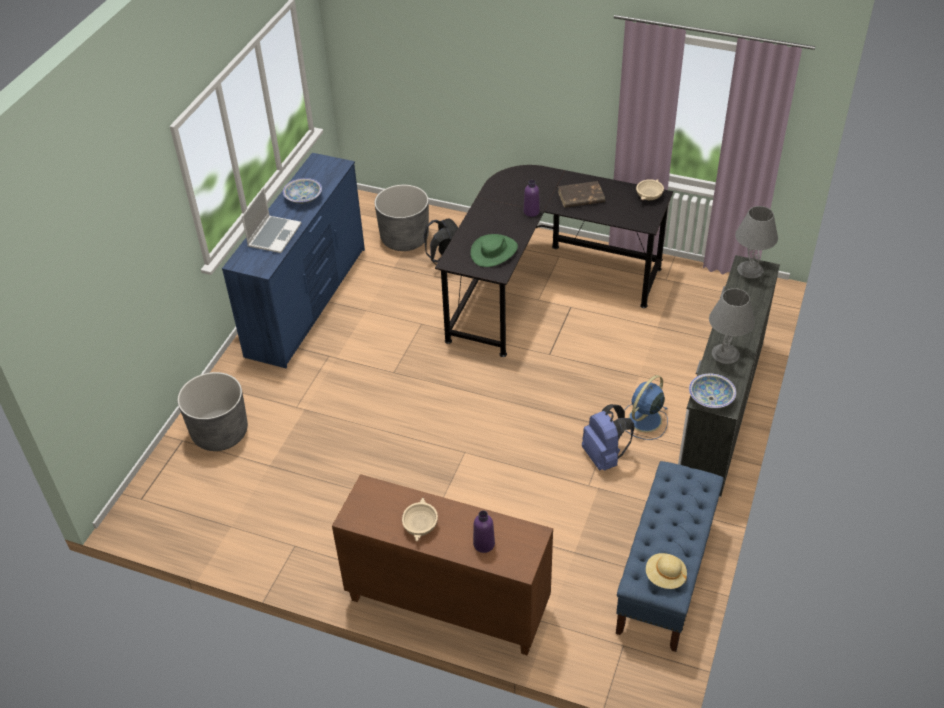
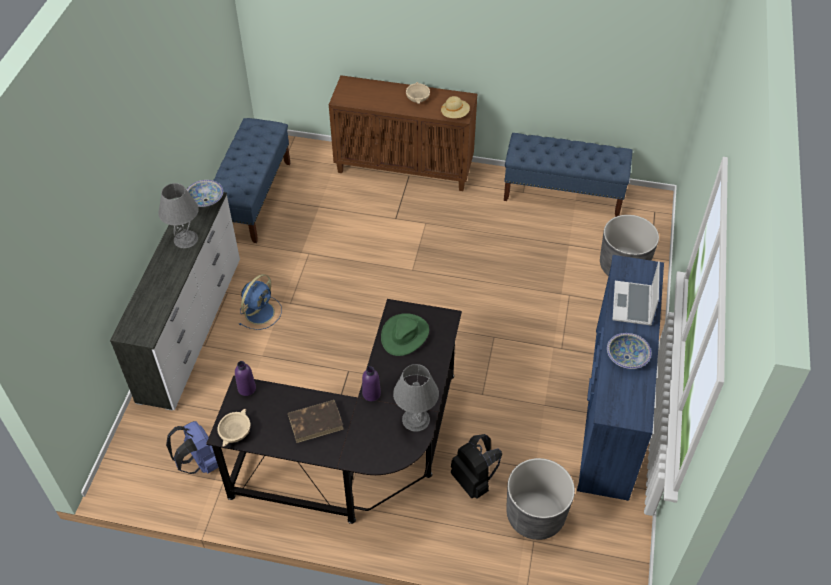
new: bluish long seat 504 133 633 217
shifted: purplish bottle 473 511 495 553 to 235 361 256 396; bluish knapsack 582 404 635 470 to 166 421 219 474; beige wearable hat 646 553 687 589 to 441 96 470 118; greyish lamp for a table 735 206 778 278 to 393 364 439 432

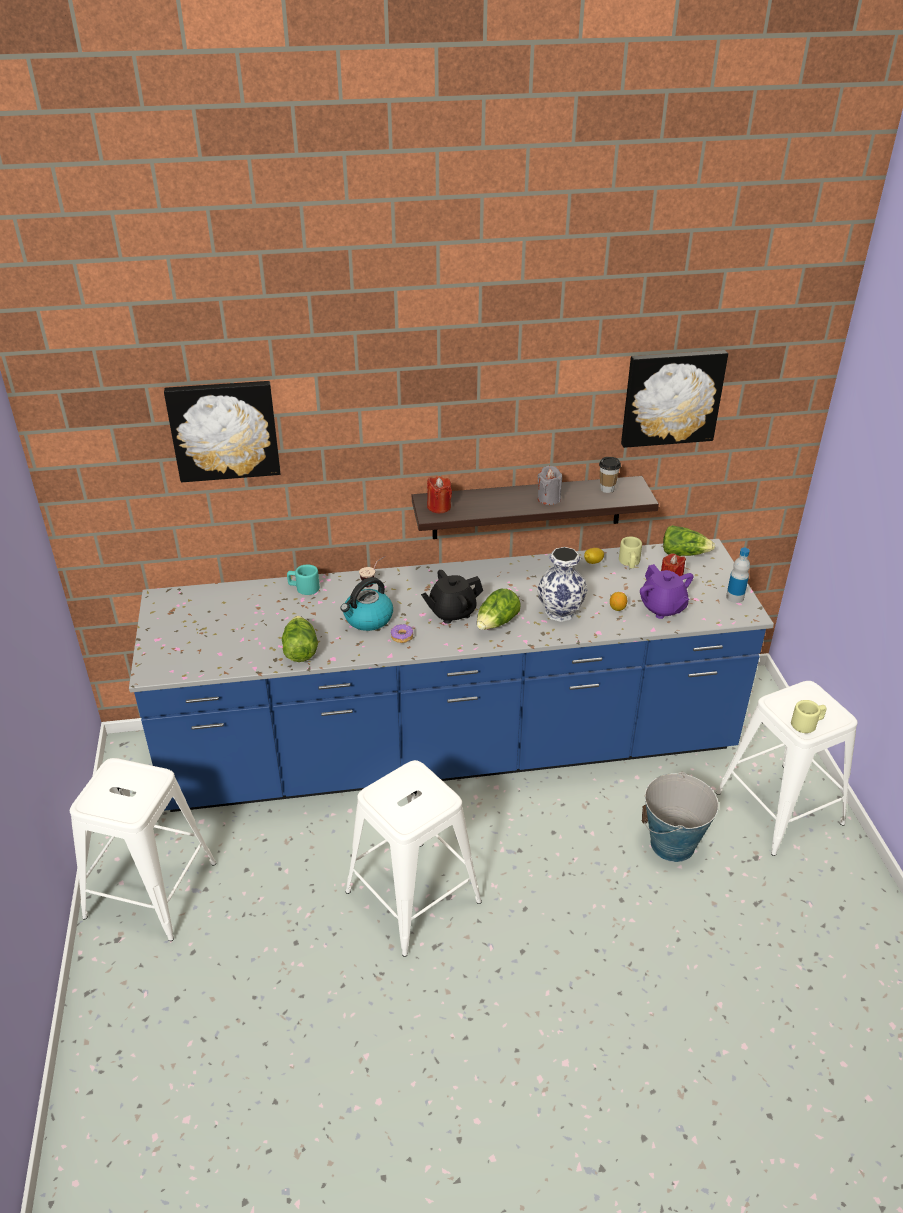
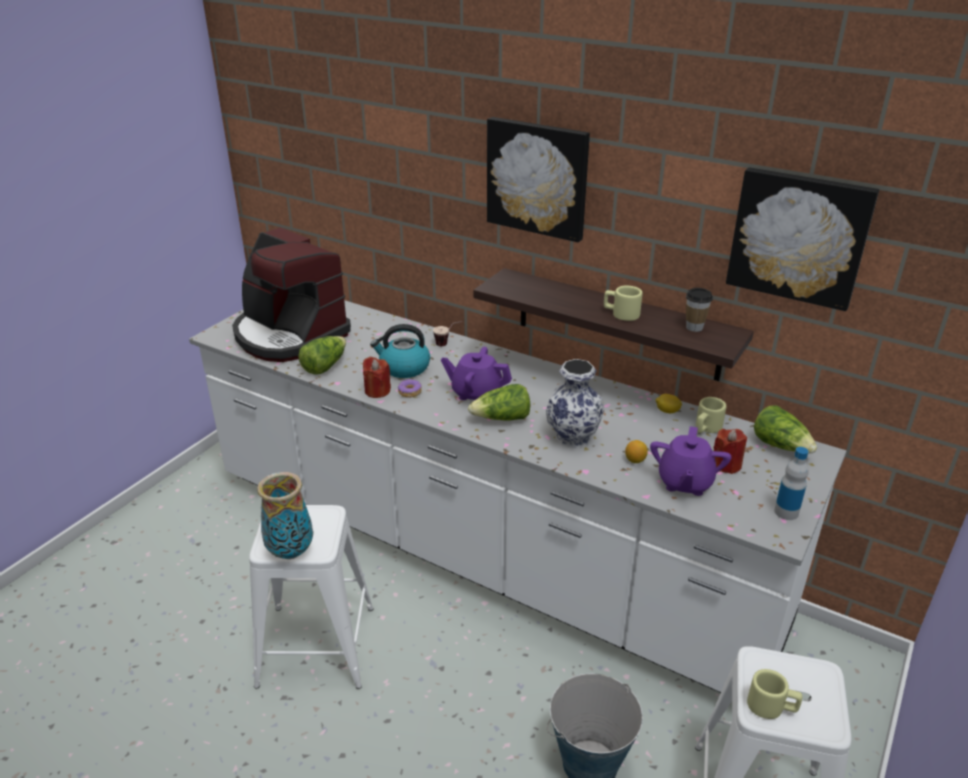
gone: white stool 70 758 216 941; turquoise-coloured mug 287 565 320 595
new: coffee brewer 232 227 351 362; decorative vase 257 472 313 559
shifted: wall art 164 381 280 482 to 487 117 590 242; red-coloured wax light 427 476 452 513 to 363 357 391 398
swapped: greyish wax light 538 466 562 505 to beige mug 604 286 643 321
repainted: bluish kitchen base unit 129 539 774 812 to white kitchen base unit 189 300 847 693; black tea pot 421 570 483 624 to purplish tea pot 441 347 512 400

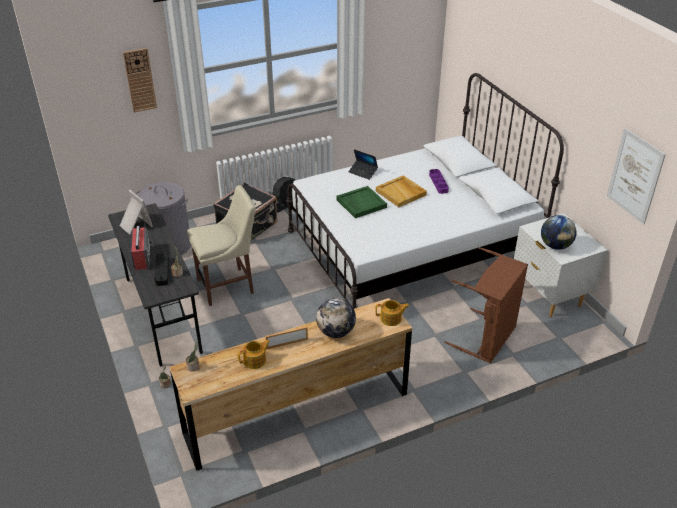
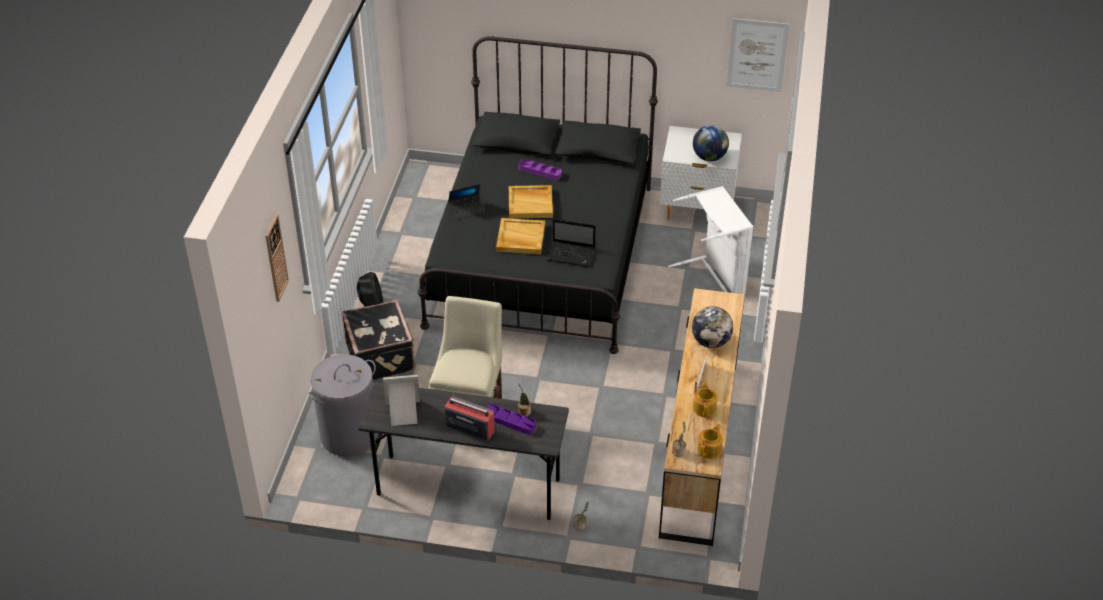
new: laptop 546 219 596 267
shifted: tea pot 375 300 409 326 to 697 424 723 459
repainted: black serving tray 155 253 169 286 to purplish serving tray 486 404 536 435; white bedroom bed 286 73 564 309 to black bedroom bed 417 36 658 354; green-coloured serving tray 337 186 387 218 to beige serving tray 496 218 545 254; brown washing basket 444 247 528 363 to white washing basket 668 186 753 294

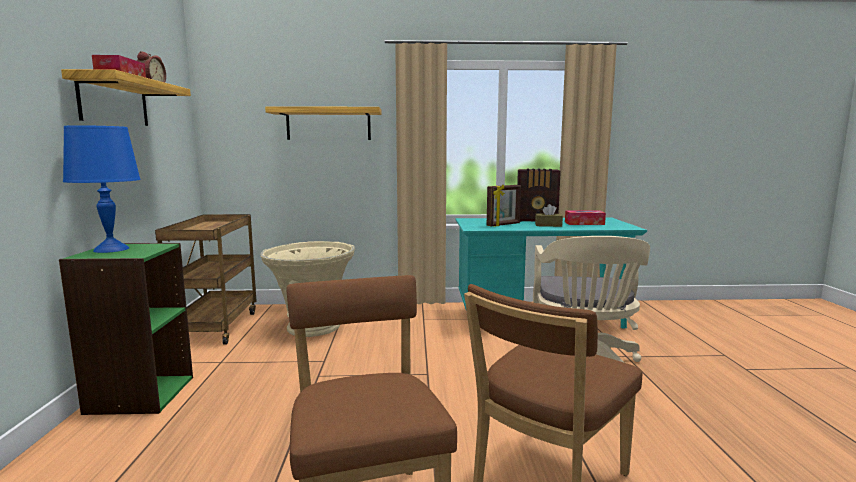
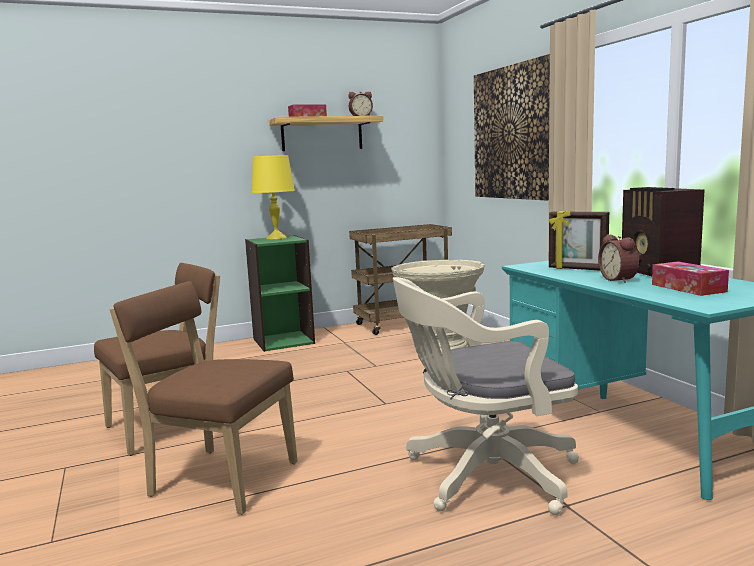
swapped: bracket shelf 265 106 381 140 to wall art 474 54 550 201; brown tissue holder 535 204 563 227 to table clock 598 234 639 283
repainted: bluish lamp for a table 63 125 141 253 to yellow lamp for a table 251 155 295 239

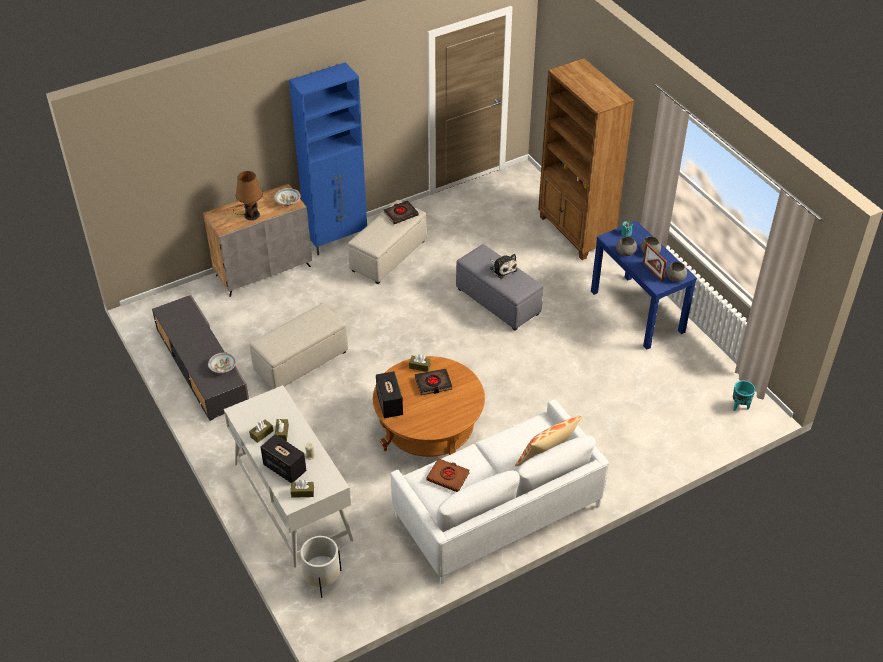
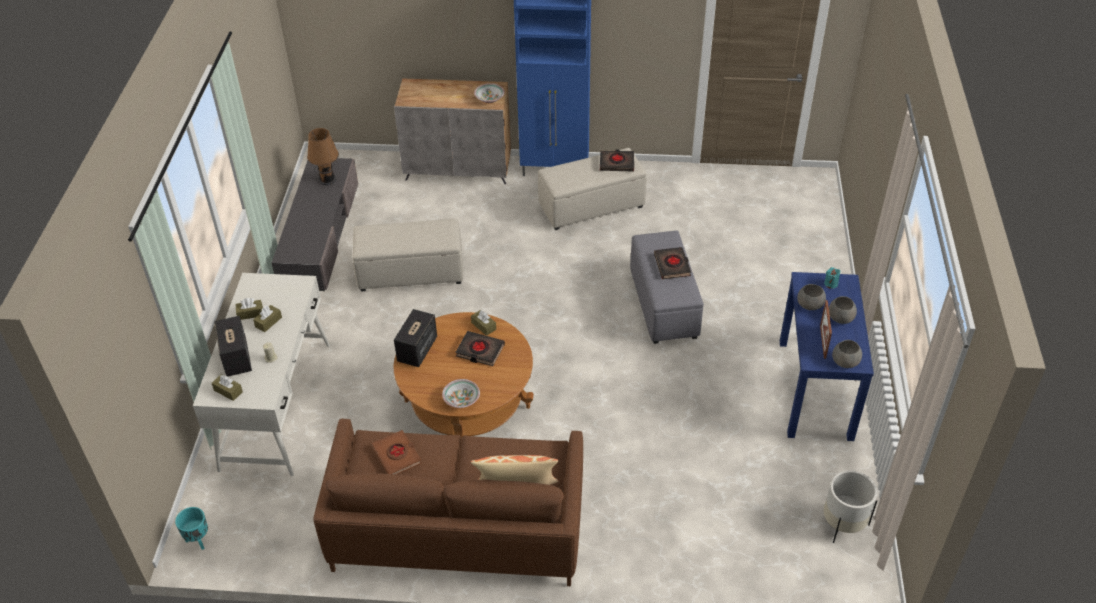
gone: brown shelving unit 538 58 634 260
shifted: serving bowl 208 353 236 373 to 442 379 480 408; brown lamp for a table 233 171 263 220 to 307 128 339 185; white planter 300 536 341 598 to 824 470 877 543; turquoise-coloured planter 733 381 755 411 to 175 507 208 550
swapped: plush toy 490 254 518 279 to black bound book 654 247 691 279
repainted: white couch 390 399 609 584 to brown couch 313 419 583 586

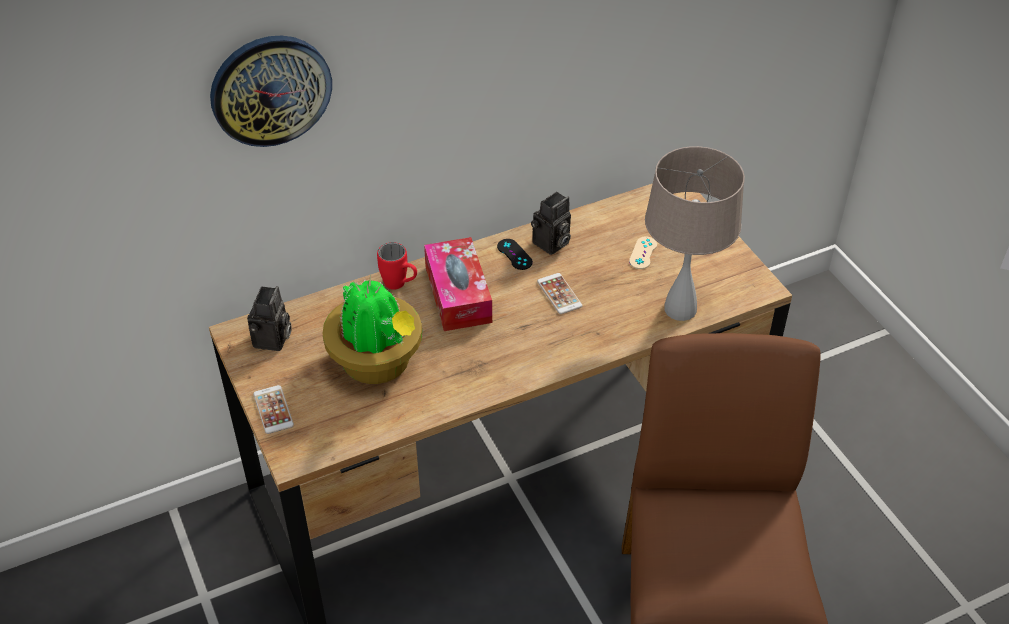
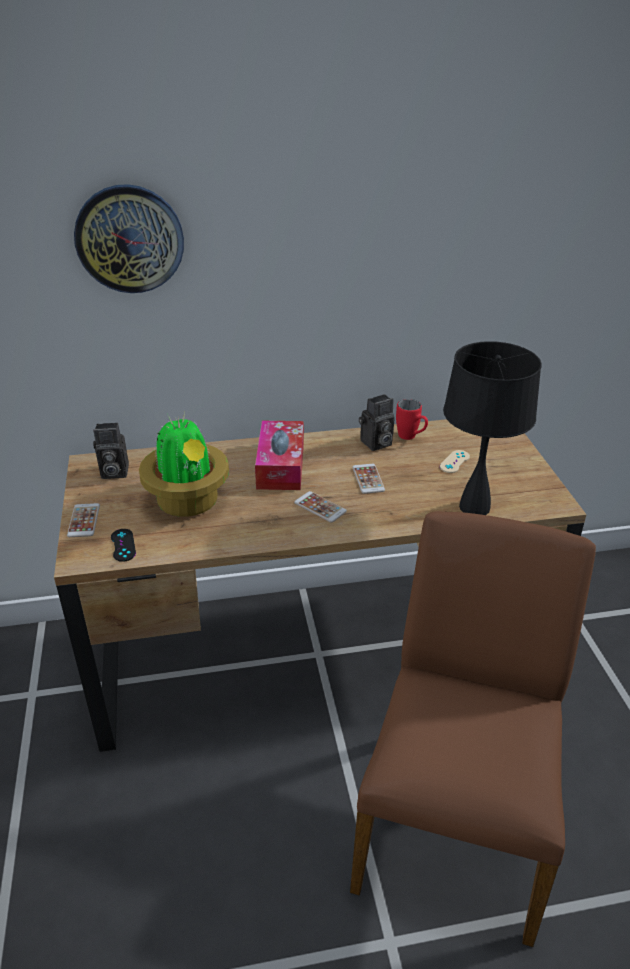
new: phone 294 491 347 523
shifted: red-coloured mug 377 242 417 290 to 396 399 428 440; black gamepad 497 239 533 270 to 111 529 136 562
repainted: beige lamp for a table 645 146 745 321 to black lamp for a table 443 341 542 515
rotated: still camera 247 286 292 351 = 93 423 129 479 60 degrees clockwise

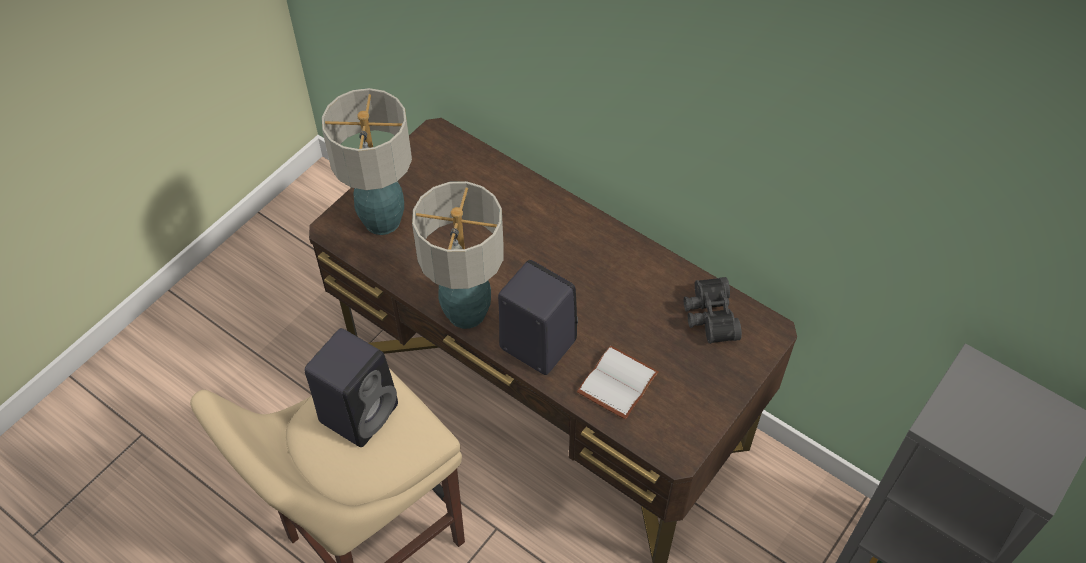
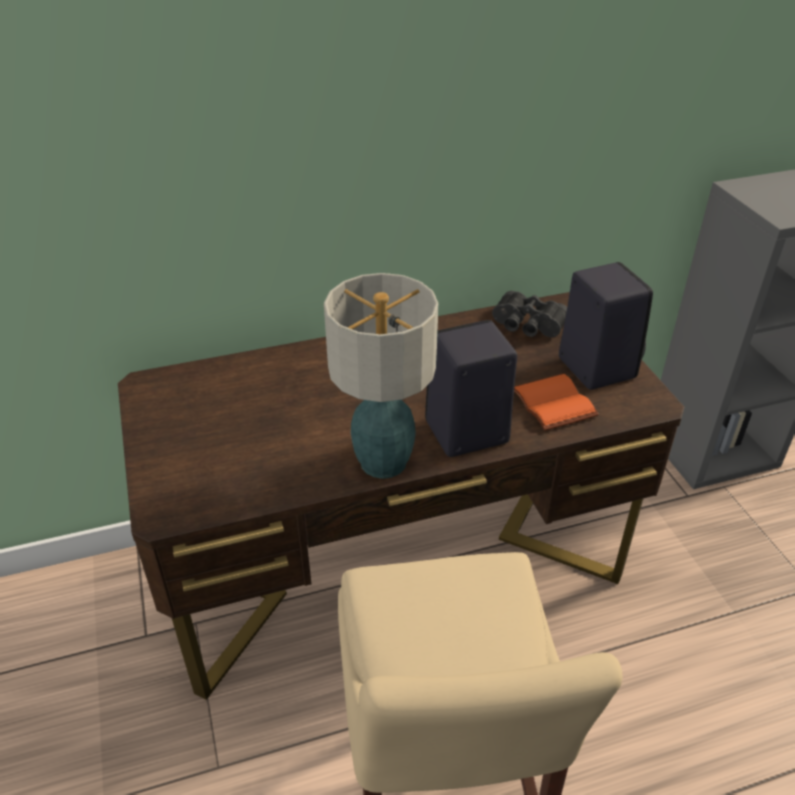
gone: lamp for a table 321 88 412 235
shifted: black loudspeaker 304 328 398 447 to 559 262 653 390
repainted: white bound book 577 346 659 420 to orange-coloured bound book 514 374 599 431

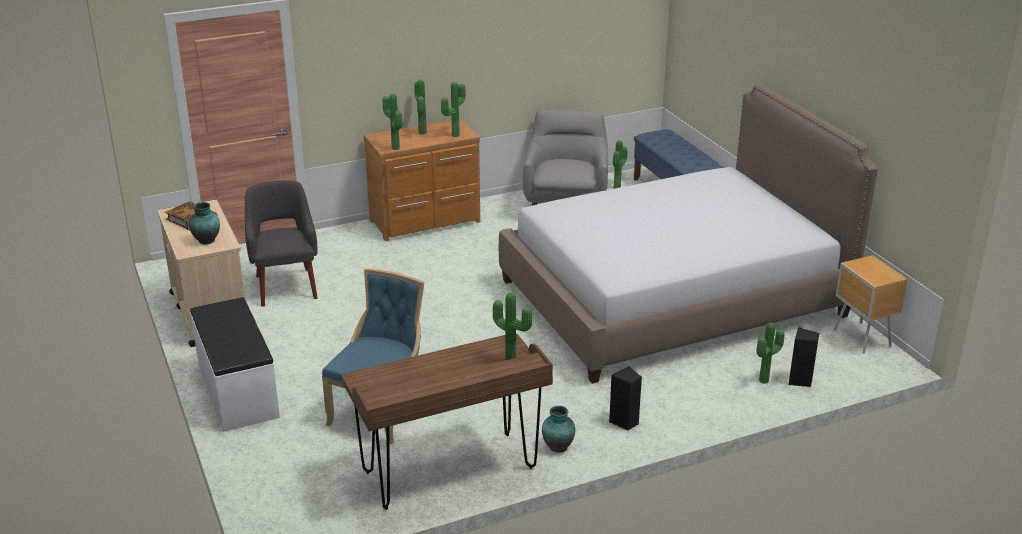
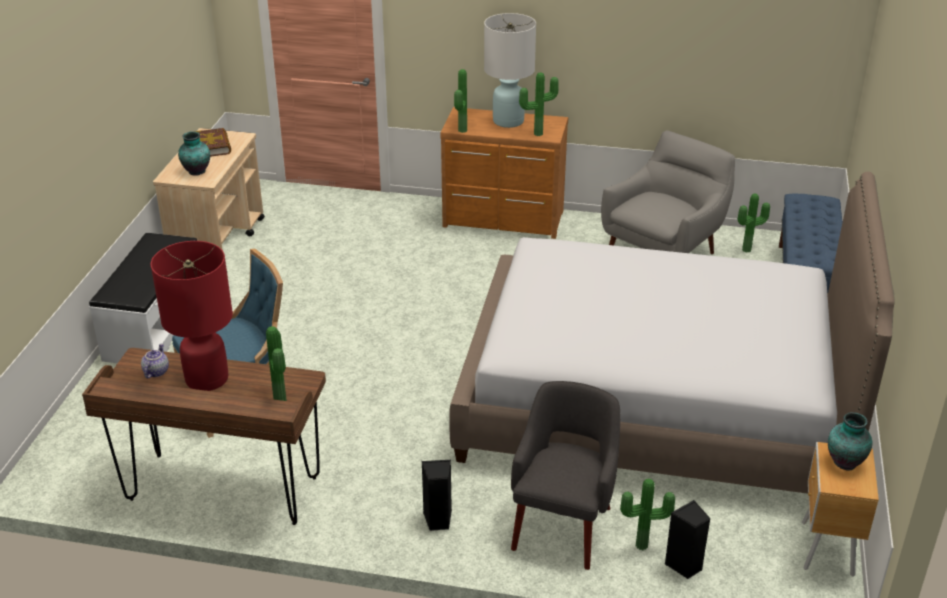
new: tea pot 141 343 169 378; red-coloured lamp for a table 151 241 233 391
shifted: greyish armchair 245 181 318 307 to 511 381 620 570; decorative vase 542 406 575 452 to 828 412 872 471
swapped: potted plant 415 79 427 135 to white lamp for a table 484 13 536 128

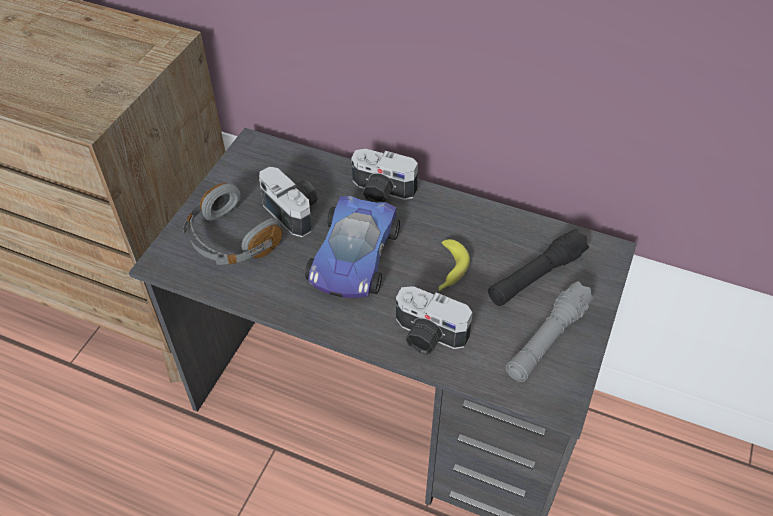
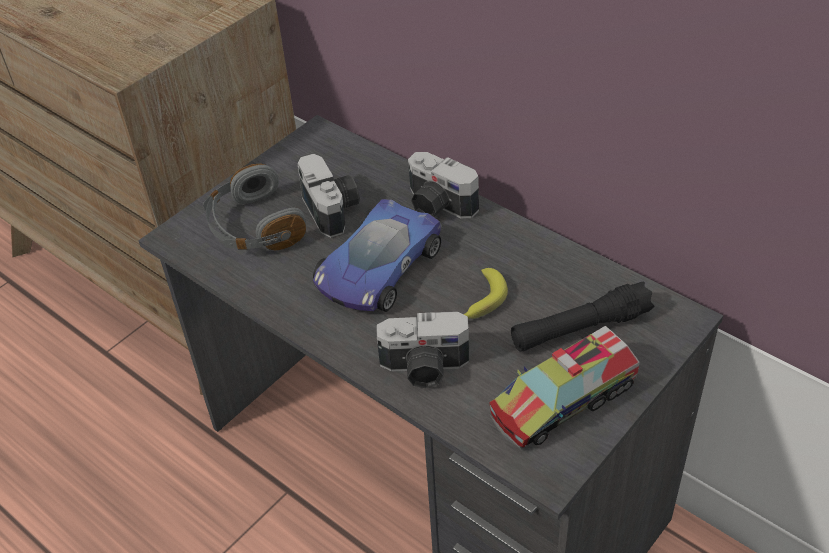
swapped: greyish flashlight 506 281 594 382 to toy lorry 489 326 640 449
rotated: still camera 396 286 473 355 = 377 311 469 388 45 degrees counterclockwise

